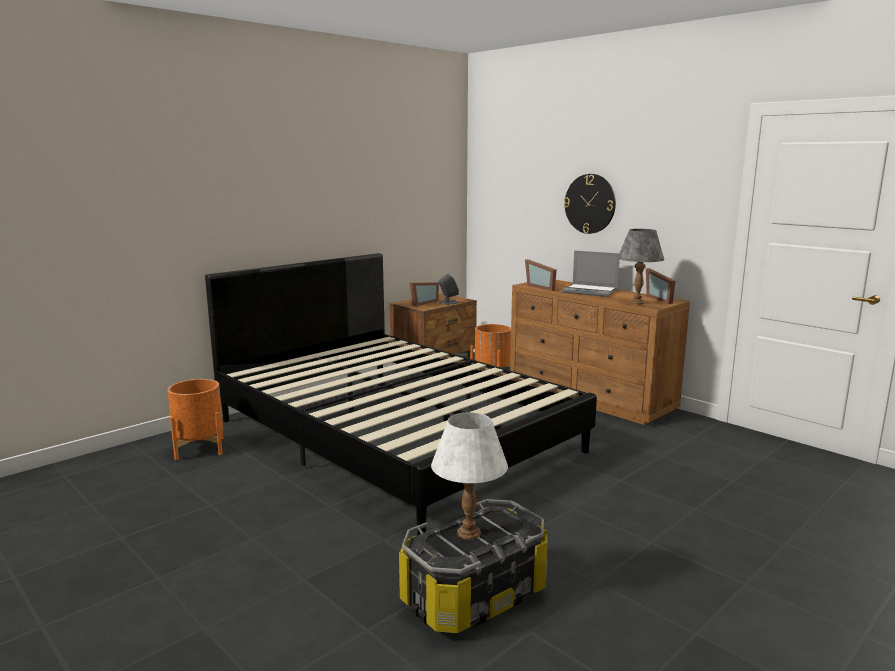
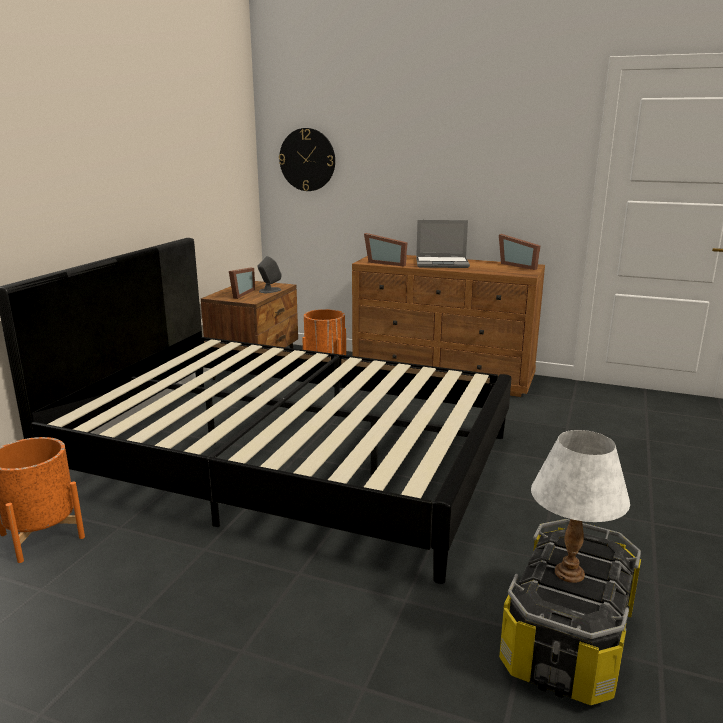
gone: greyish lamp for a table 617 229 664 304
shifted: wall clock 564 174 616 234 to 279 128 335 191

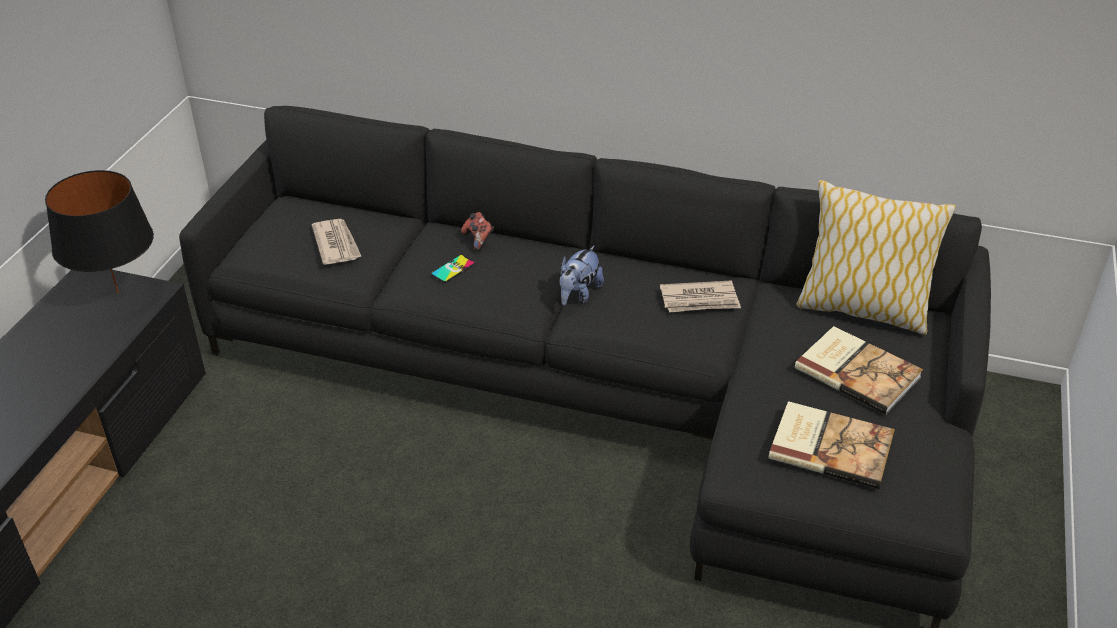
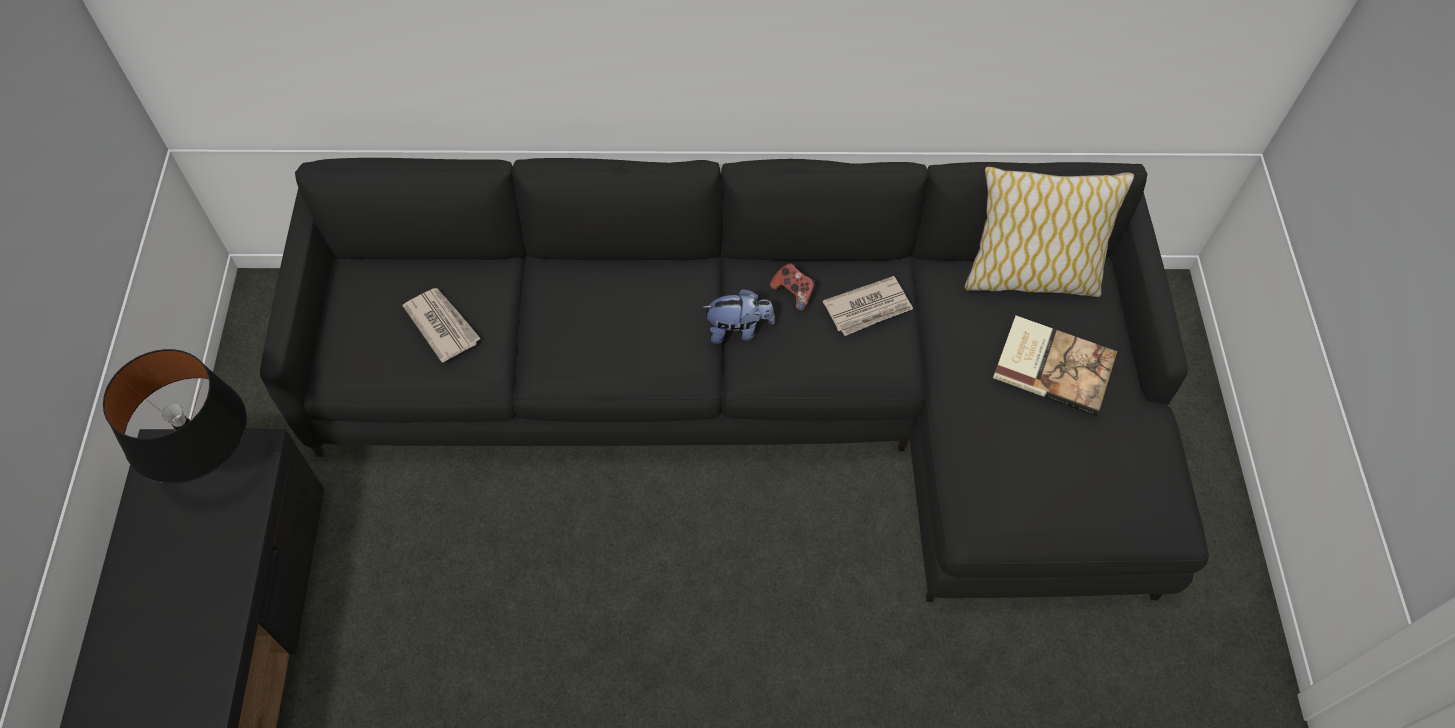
gone: phone 431 255 475 283; bound book 769 401 895 489
shifted: gamepad 461 212 494 251 to 770 263 815 311
rotated: plush toy 560 246 604 306 = 702 289 775 344 105 degrees counterclockwise

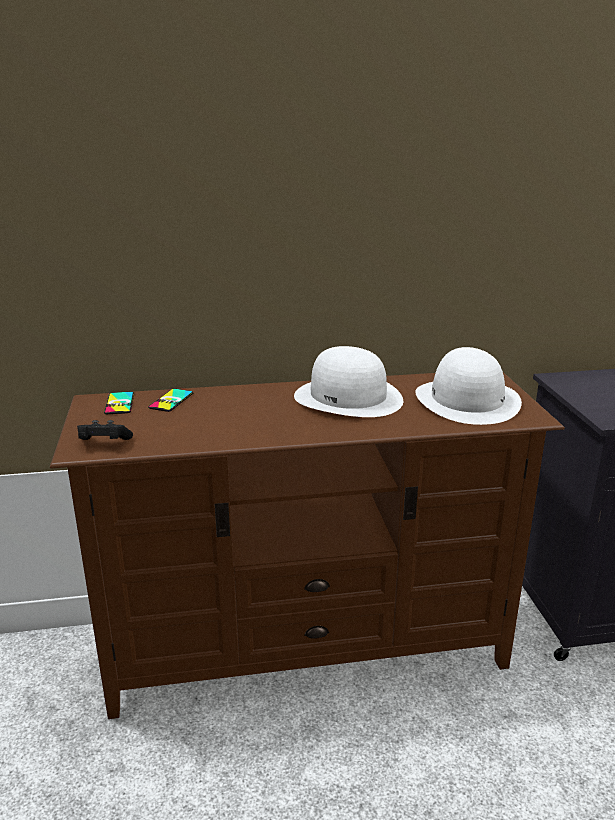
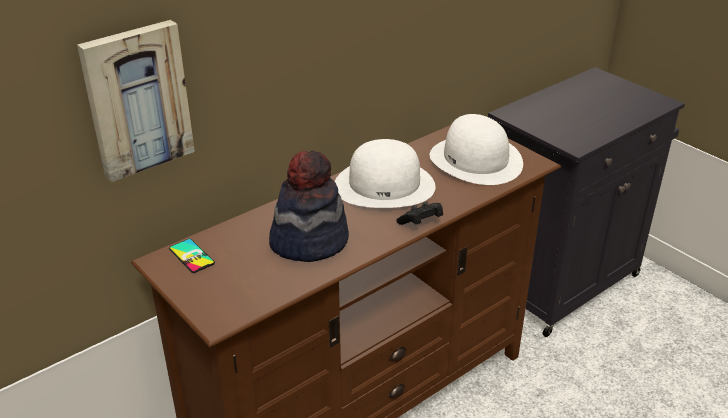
gone: phone 148 389 193 412
new: wall art 77 20 195 182; wearable hat 269 150 349 262
shifted: black gamepad 77 420 133 440 to 396 202 443 225

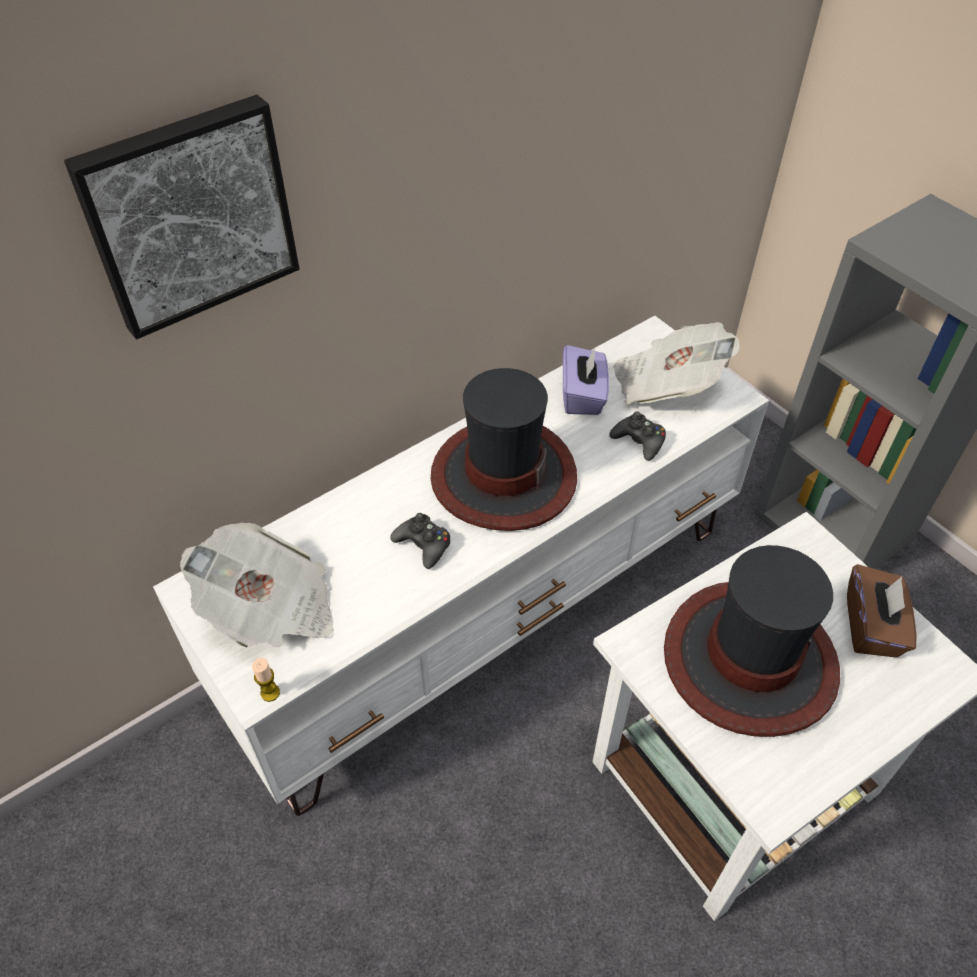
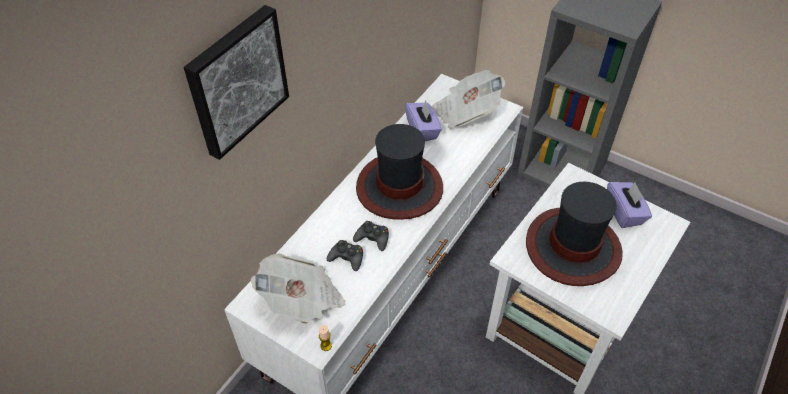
shifted: black gamepad 609 411 666 461 to 327 240 363 271
repainted: brown tissue holder 847 564 917 657 to purplish tissue holder 607 182 652 228

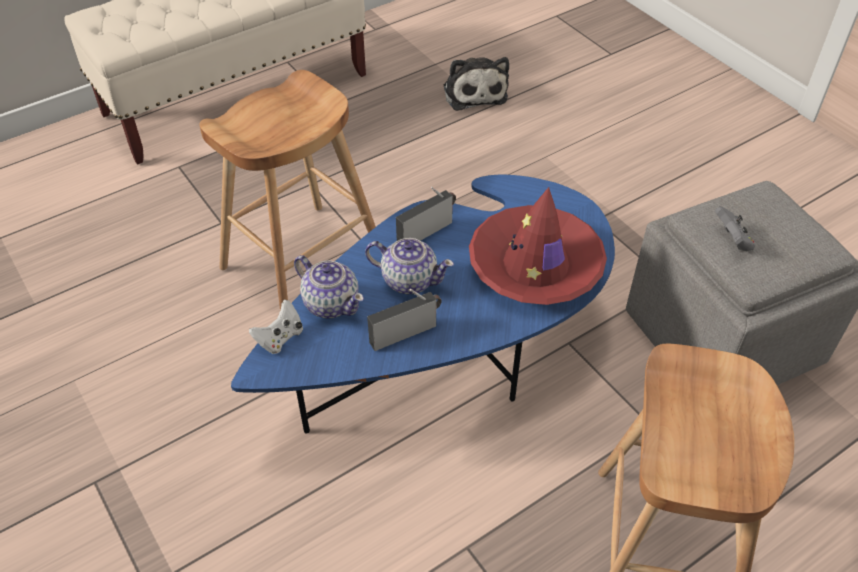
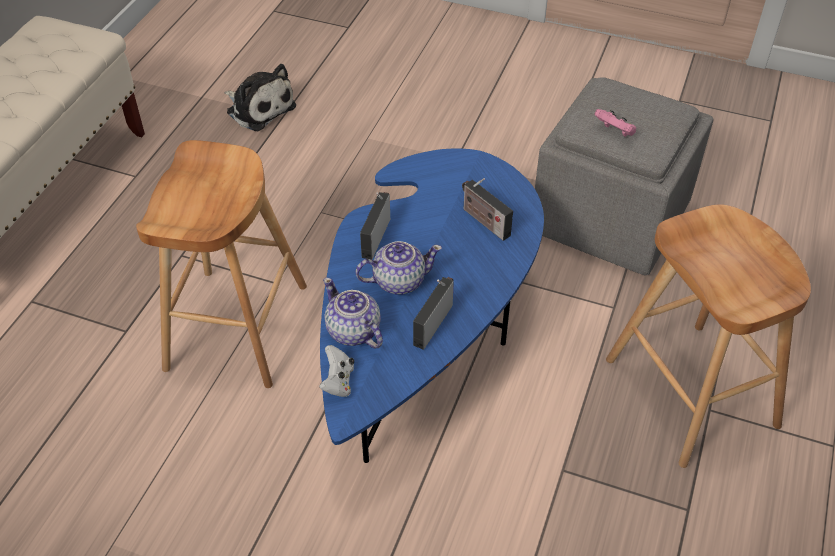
swapped: red-coloured wearable hat 469 187 607 305 to radio set 462 178 513 241
repainted: greyish gamepad 715 206 755 252 to pink gamepad 594 109 636 137
rotated: tea pot 294 255 364 318 = 323 278 383 349 135 degrees counterclockwise

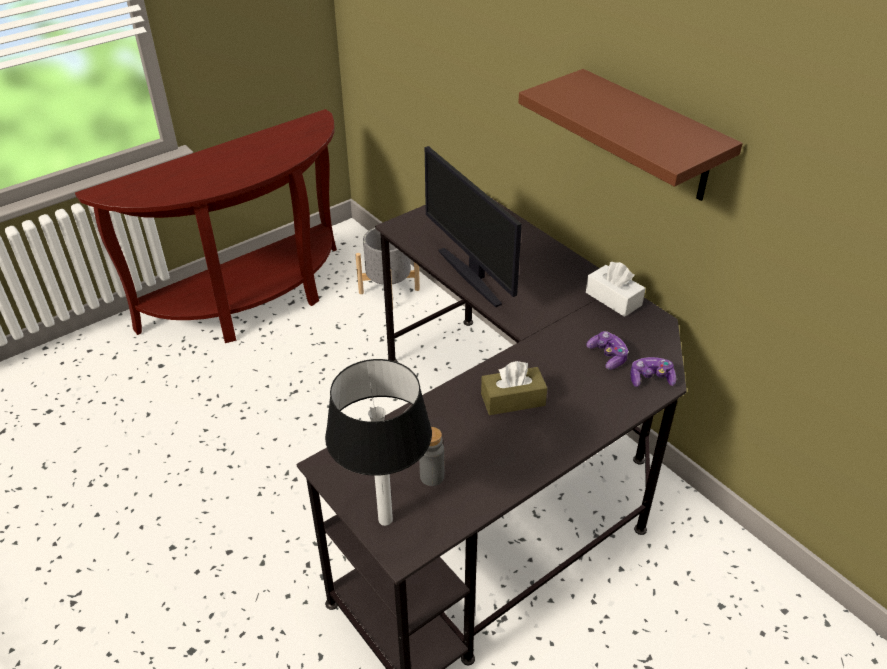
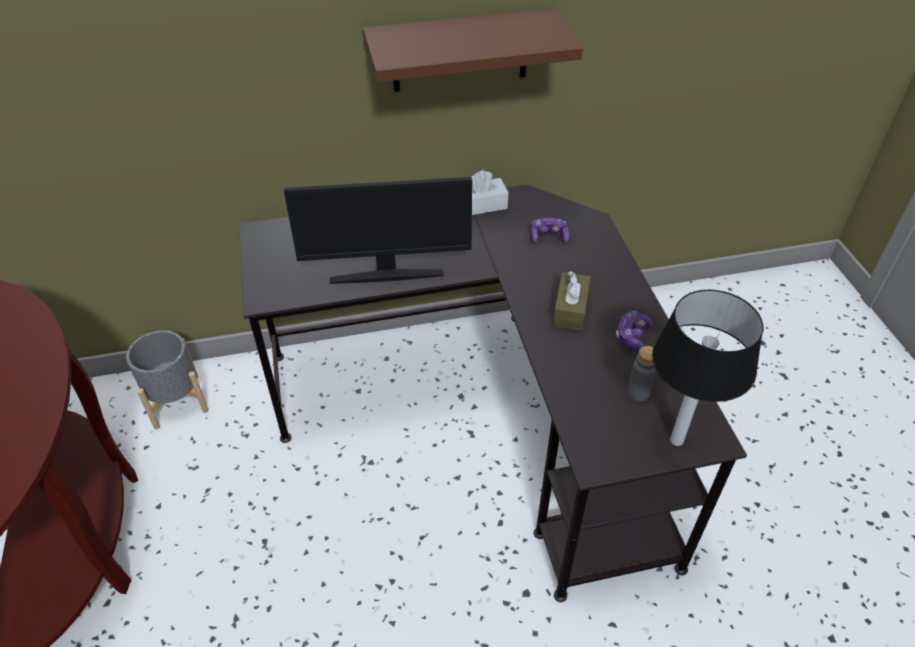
shifted: gamepad 630 357 676 387 to 616 311 653 351

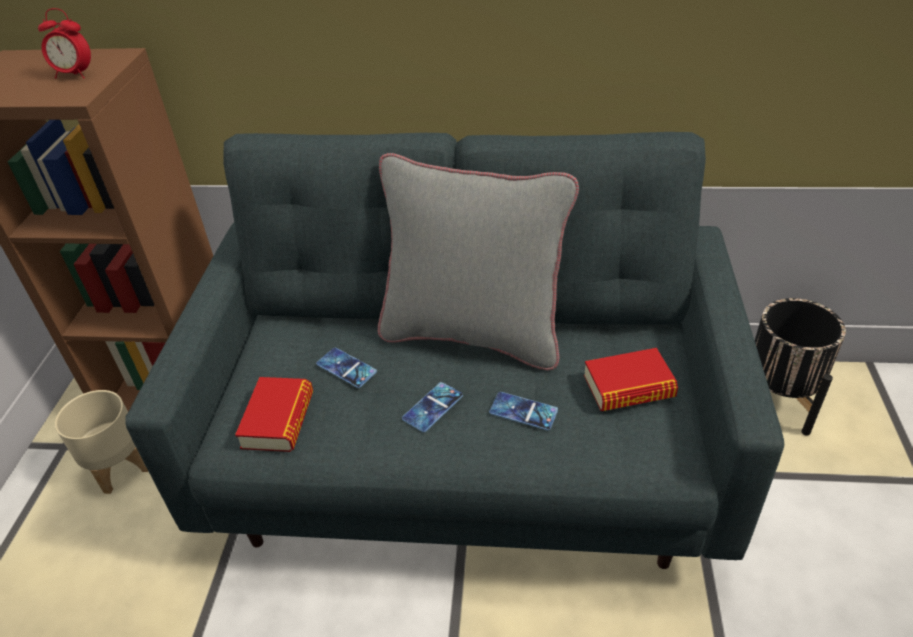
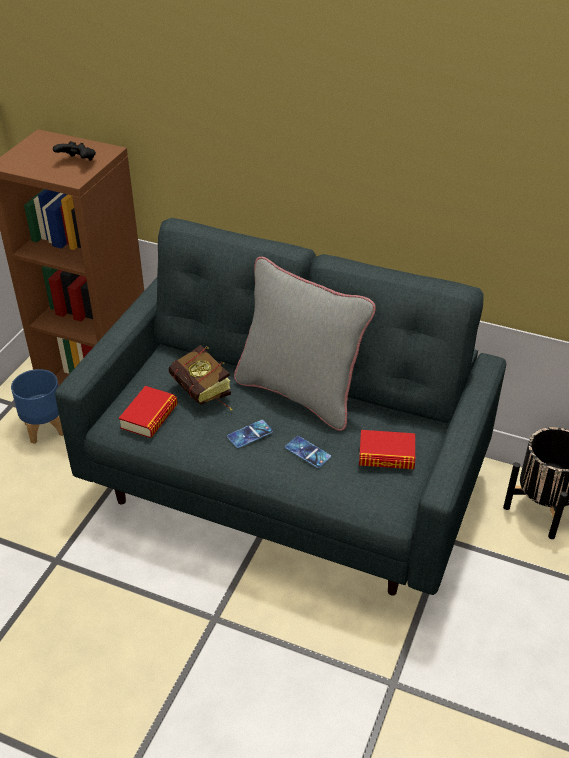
swapped: table clock 38 8 91 79 to black gamepad 53 141 96 161; phone 316 348 377 388 to bound book 169 345 232 410
repainted: beige planter 55 390 148 494 to bluish planter 11 369 63 444

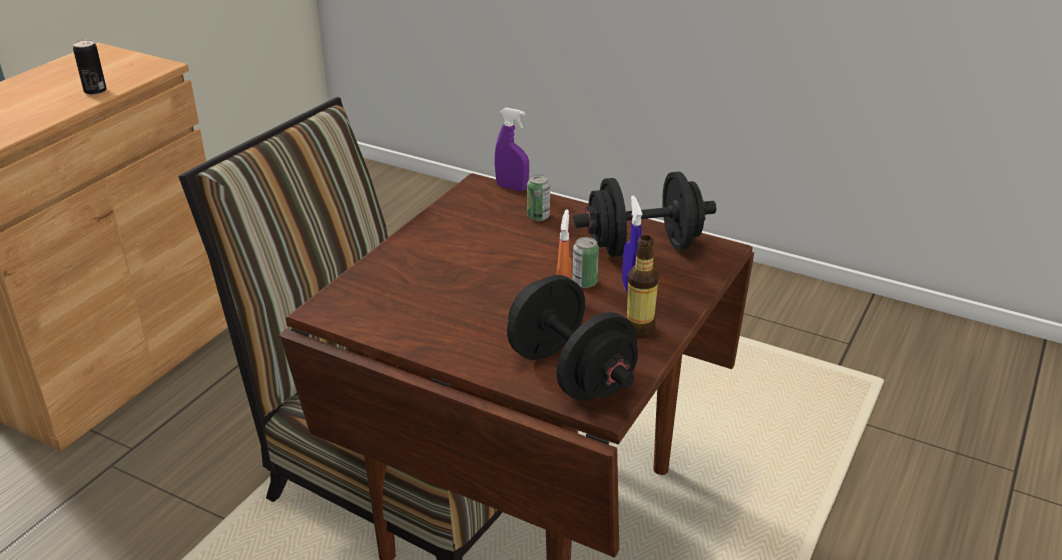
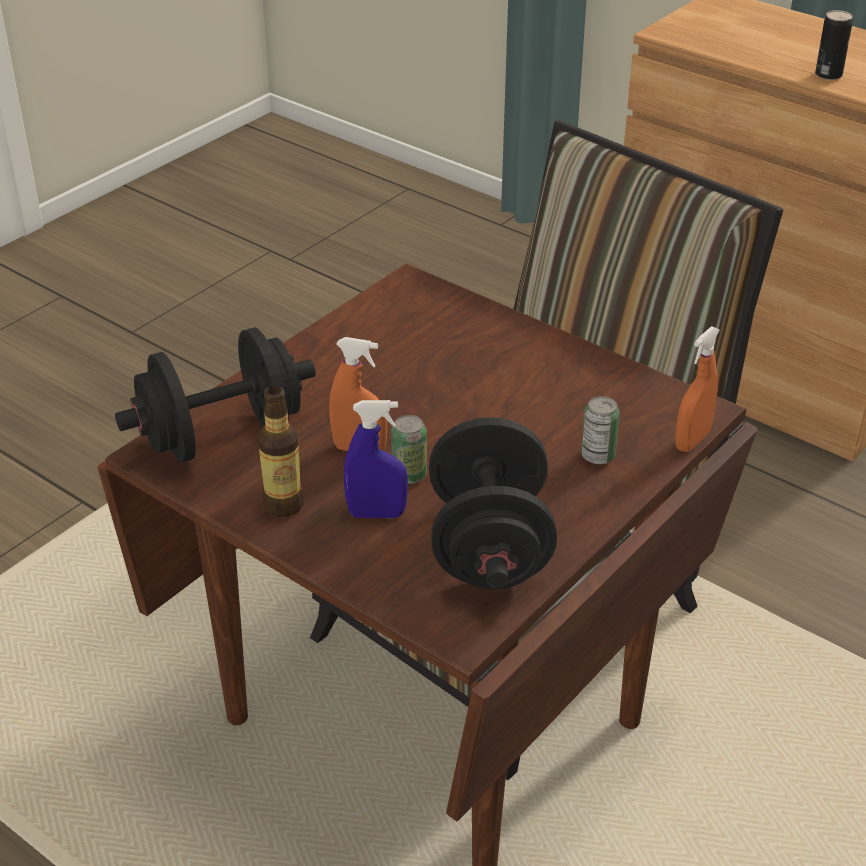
repainted: purplish spray bottle 494 108 529 191 to orange-coloured spray bottle 675 326 720 452

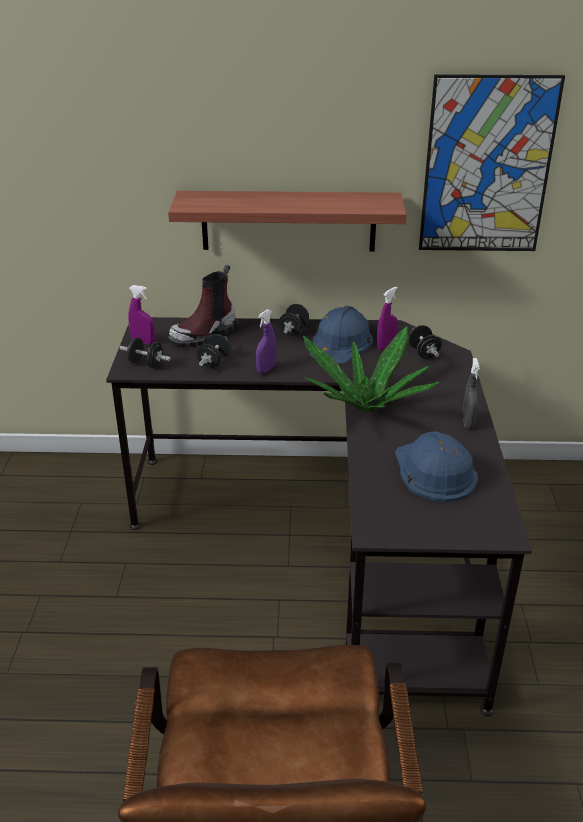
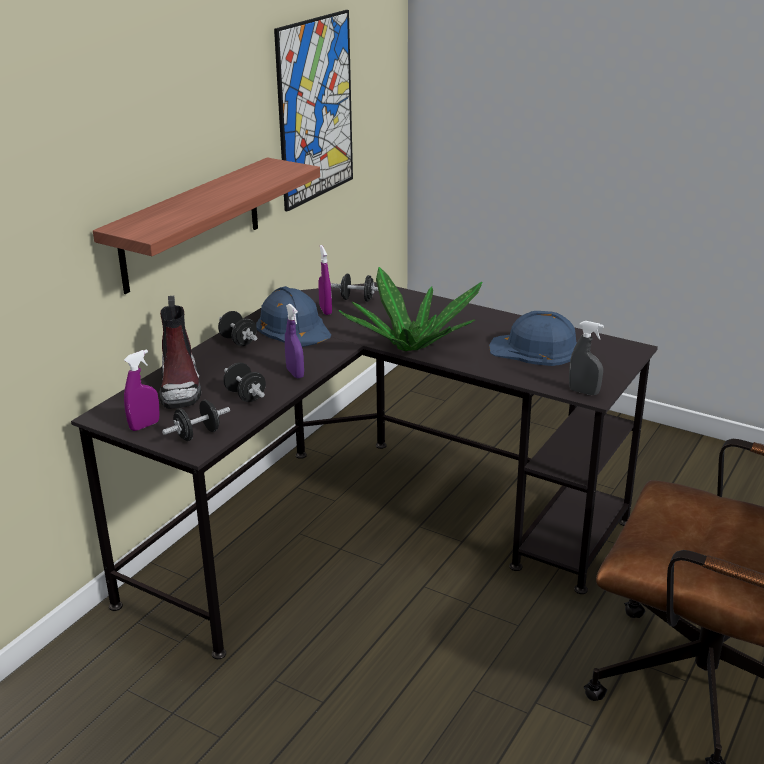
shifted: greyish spray bottle 462 358 480 429 to 569 321 604 395

